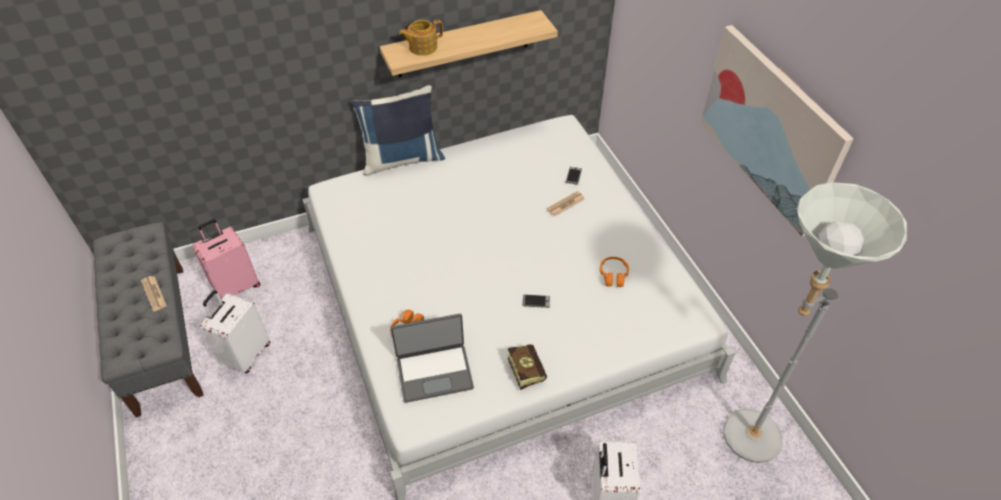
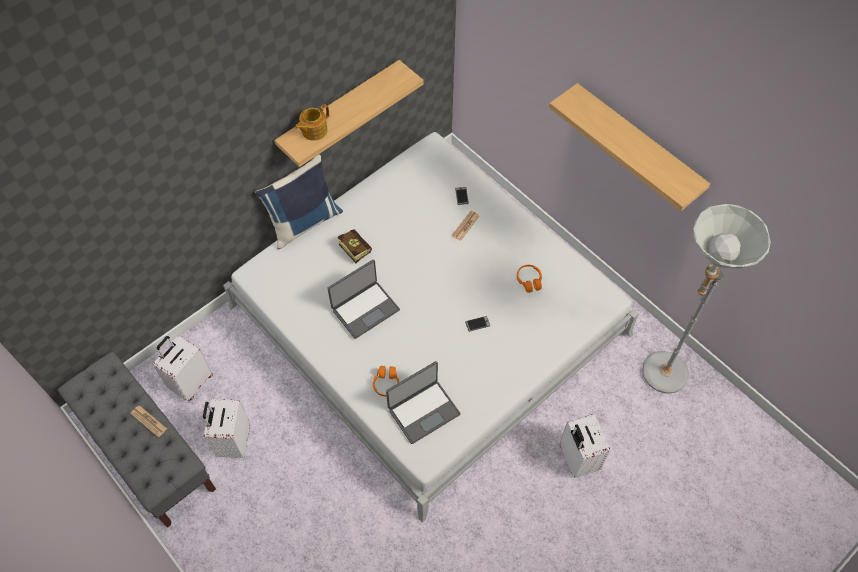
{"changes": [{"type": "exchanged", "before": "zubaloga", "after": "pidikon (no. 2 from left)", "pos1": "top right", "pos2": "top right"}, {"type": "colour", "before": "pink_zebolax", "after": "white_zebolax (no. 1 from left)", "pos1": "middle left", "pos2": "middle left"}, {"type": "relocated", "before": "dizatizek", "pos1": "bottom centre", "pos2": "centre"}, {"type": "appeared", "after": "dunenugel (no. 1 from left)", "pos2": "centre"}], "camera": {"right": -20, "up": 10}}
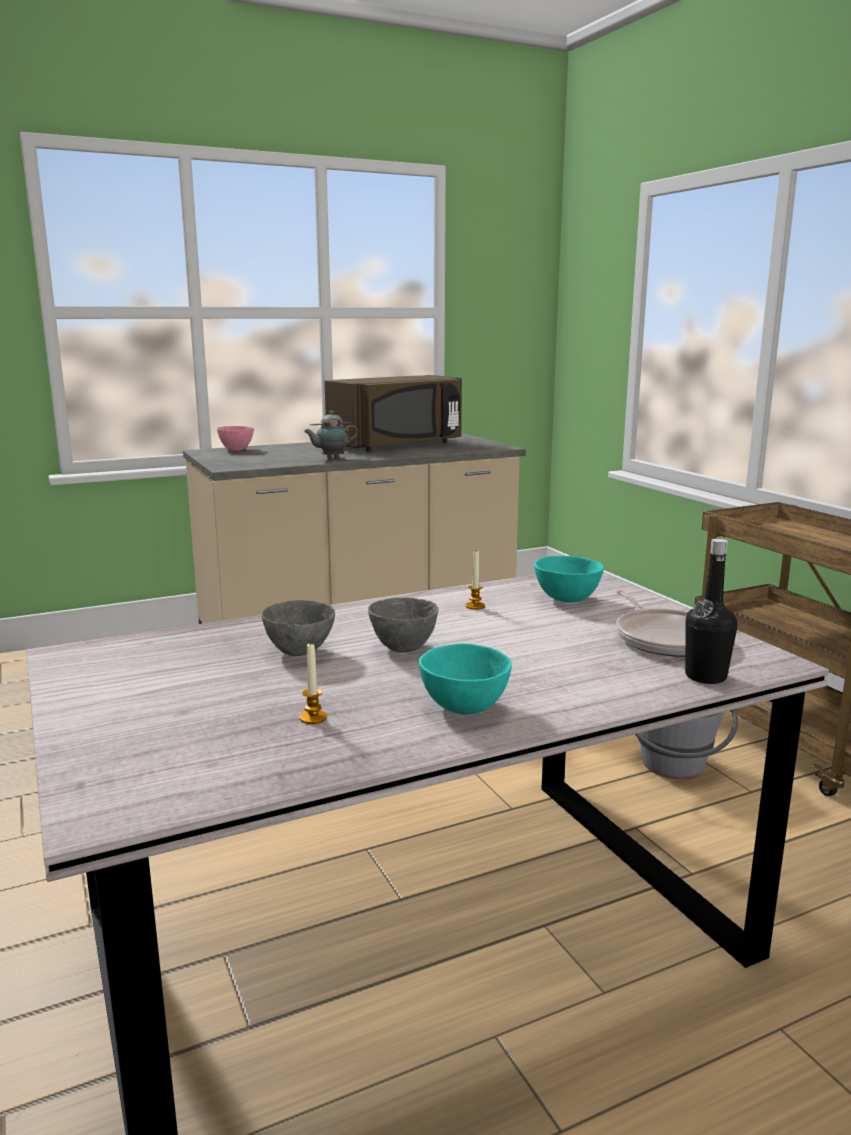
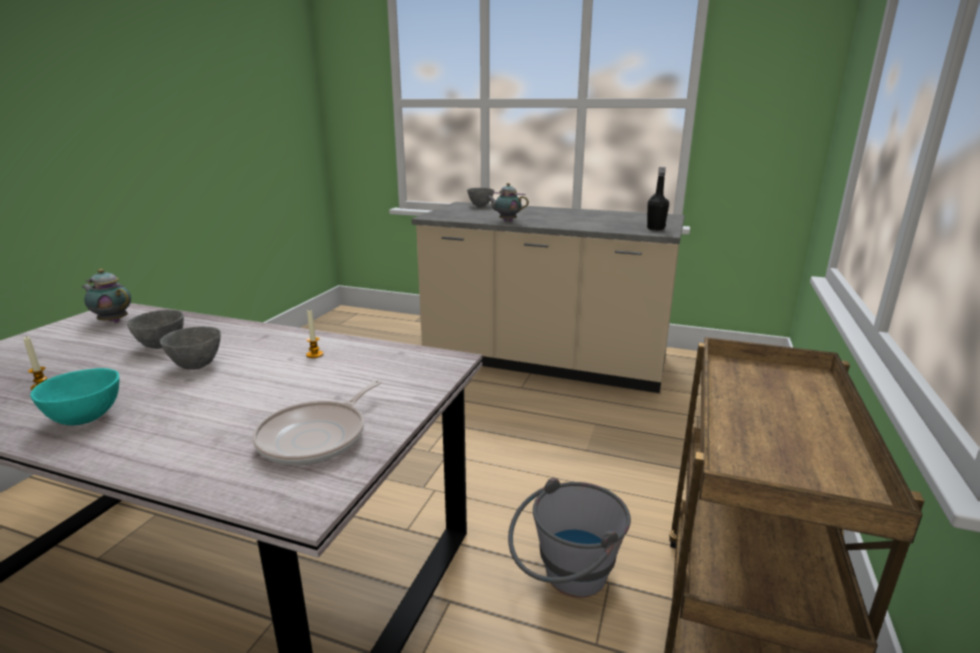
{"changes": [{"type": "missing", "before": "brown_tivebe", "pos1": "centre"}, {"type": "colour", "before": "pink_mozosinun", "after": "grey_mozosinun (no. 3 from left)", "pos1": "middle left", "pos2": "top centre"}, {"type": "relocated", "before": "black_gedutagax", "pos1": "middle right", "pos2": "top right"}, {"type": "missing", "before": "turquoise_mozosinun (no. 2 from left)", "pos1": "middle right"}, {"type": "appeared", "after": "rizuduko (no. 1 from left)", "pos2": "middle left"}], "camera": {"right": 45, "up": 5}}
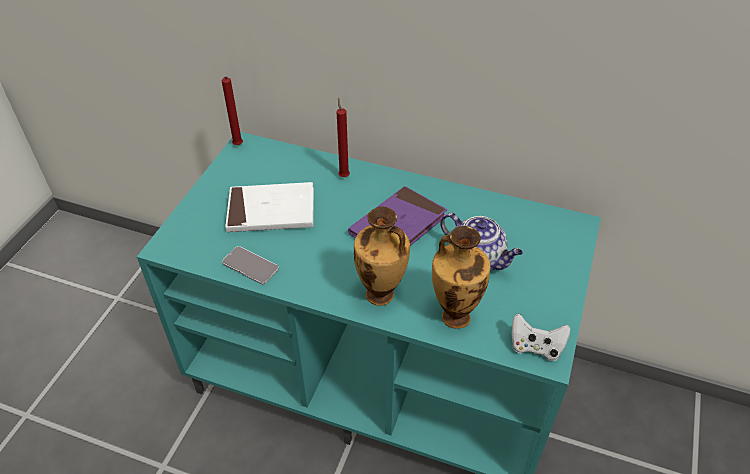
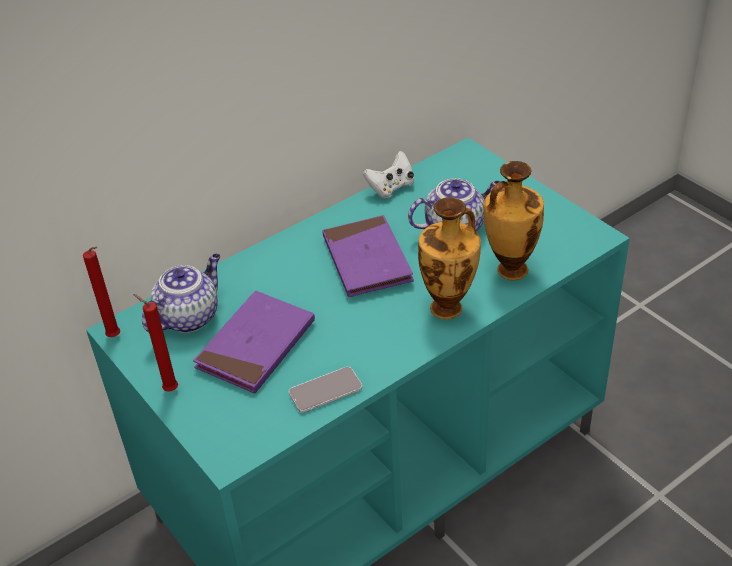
{"changes": [{"type": "relocated", "before": "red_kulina (no. 2 from left)", "pos1": "top centre", "pos2": "middle left"}, {"type": "colour", "before": "white_dizatizek", "after": "purple_dizatizek (no. 1 from left)", "pos1": "centre", "pos2": "centre"}, {"type": "relocated", "before": "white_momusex", "pos1": "bottom right", "pos2": "top centre"}, {"type": "appeared", "after": "rizuduko (no. 1 from left)", "pos2": "middle left"}], "camera": {"right": -55, "up": -5}}
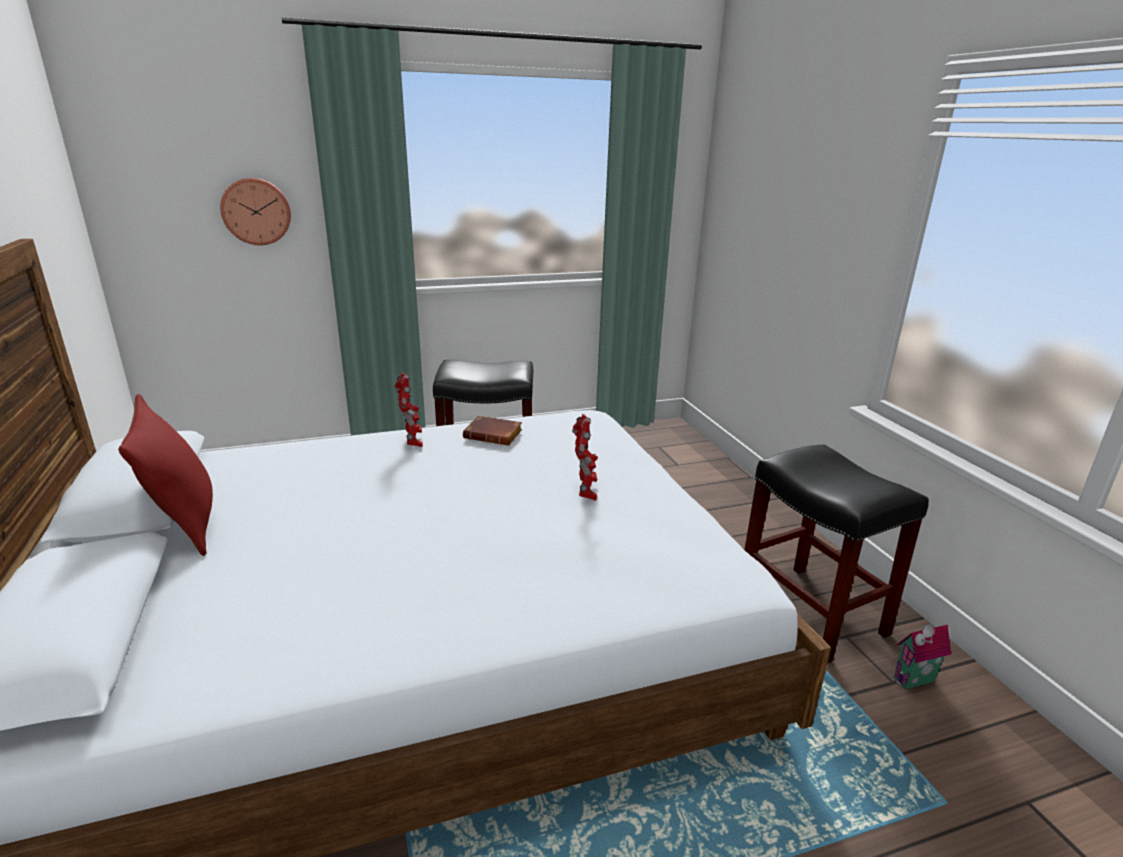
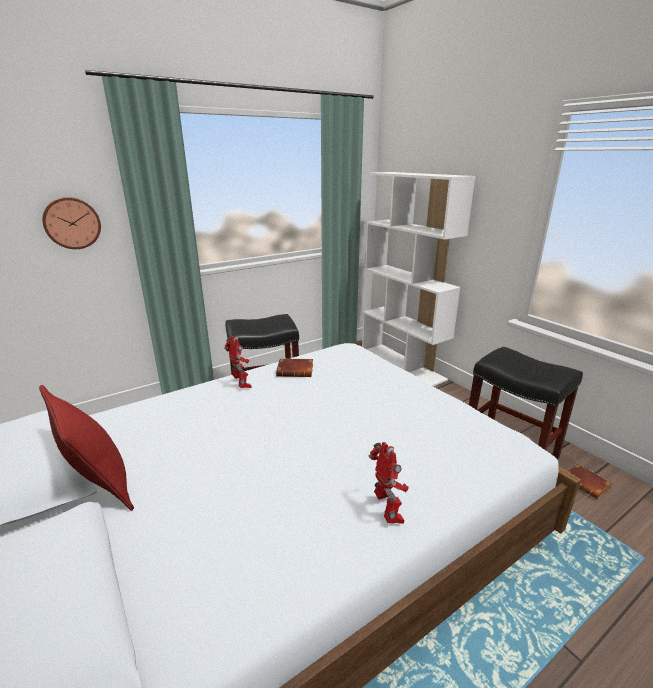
{"changes": [{"type": "relocated", "before": "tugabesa (no. 2 from left)", "pos1": "centre", "pos2": "bottom centre"}, {"type": "exchanged", "before": "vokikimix", "after": "brown_dizatizek (no. 2 from left)", "pos1": "bottom right", "pos2": "bottom right"}, {"type": "appeared", "after": "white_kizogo", "pos2": "centre"}], "camera": {"right": -15, "up": 0}}
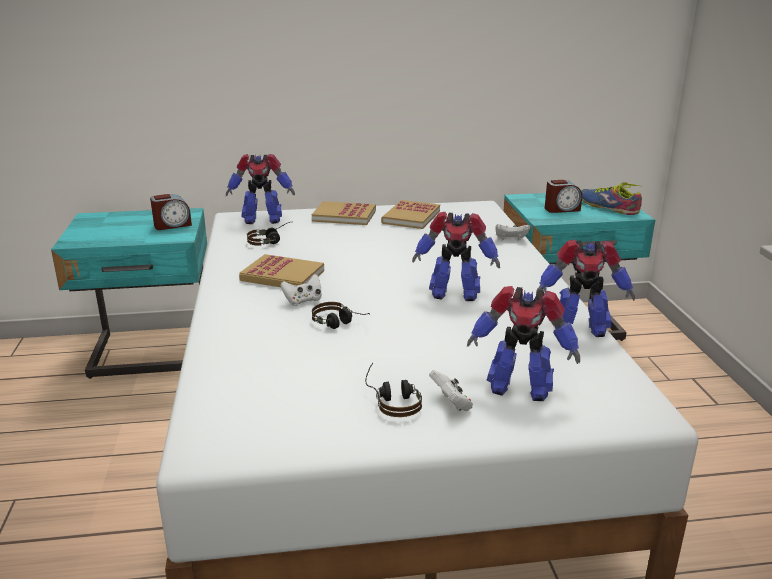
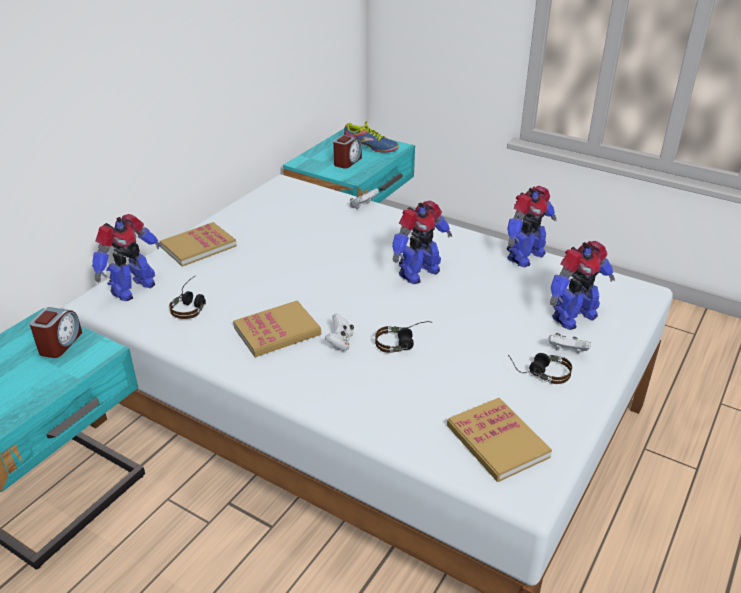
{"changes": [{"type": "spun", "before": "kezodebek", "pos1": "middle right", "pos2": "top centre", "turn": -150}, {"type": "relocated", "before": "dizatizek (no. 3 from left)", "pos1": "centre", "pos2": "bottom right"}], "camera": {"right": -50, "up": 10}}
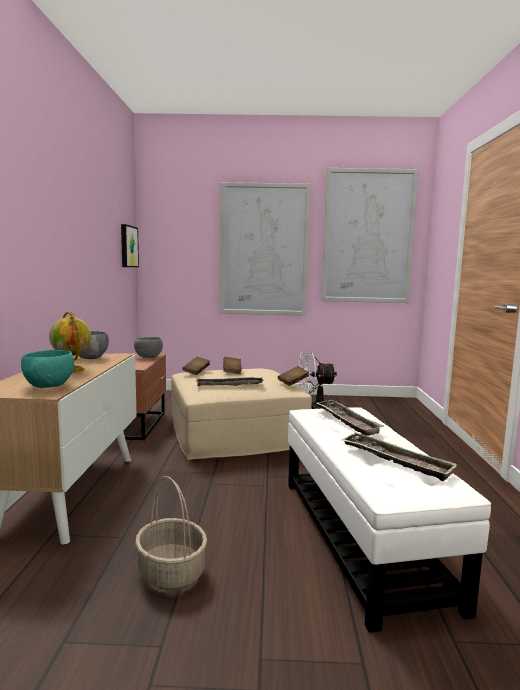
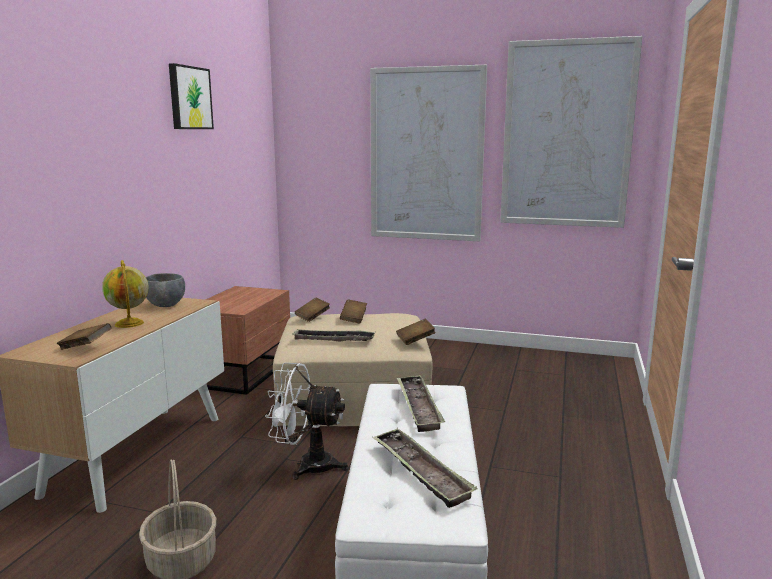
{"changes": [{"type": "relocated", "before": "zubaloga (no. 1 from left)", "pos1": "middle left", "pos2": "top left"}, {"type": "missing", "before": "grey_mozosinun (no. 2 from left)", "pos1": "middle left"}, {"type": "exchanged", "before": "turquoise_mozosinun", "after": "brown_dizatizek (no. 1 from left)", "pos1": "middle left", "pos2": "middle left"}, {"type": "relocated", "before": "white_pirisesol", "pos1": "centre", "pos2": "bottom centre"}], "camera": {"right": 15, "up": 5}}
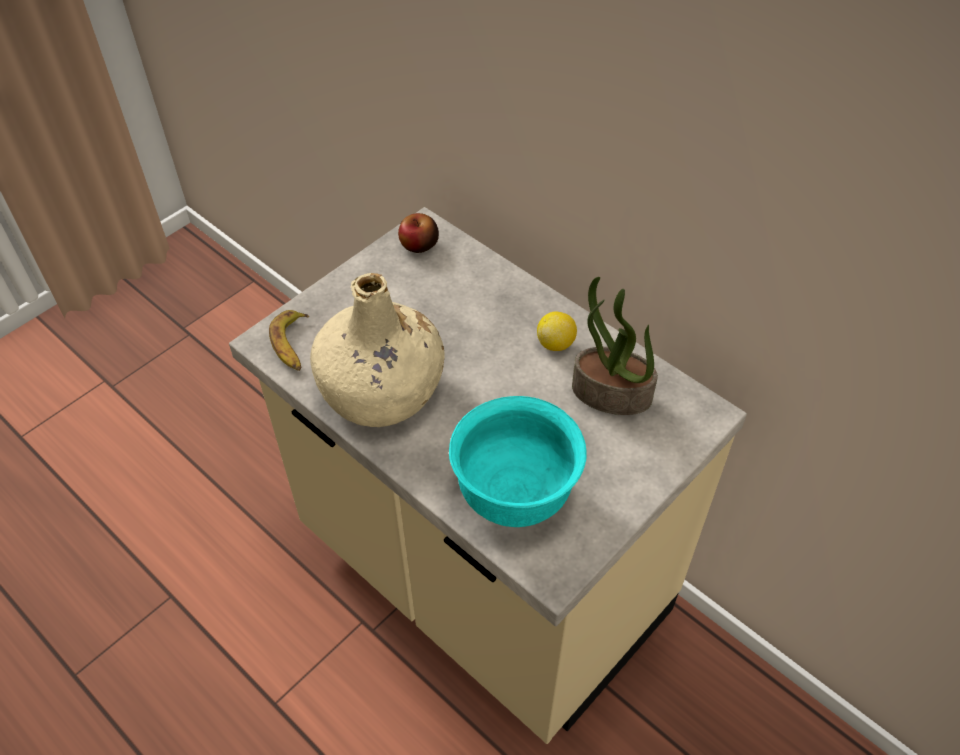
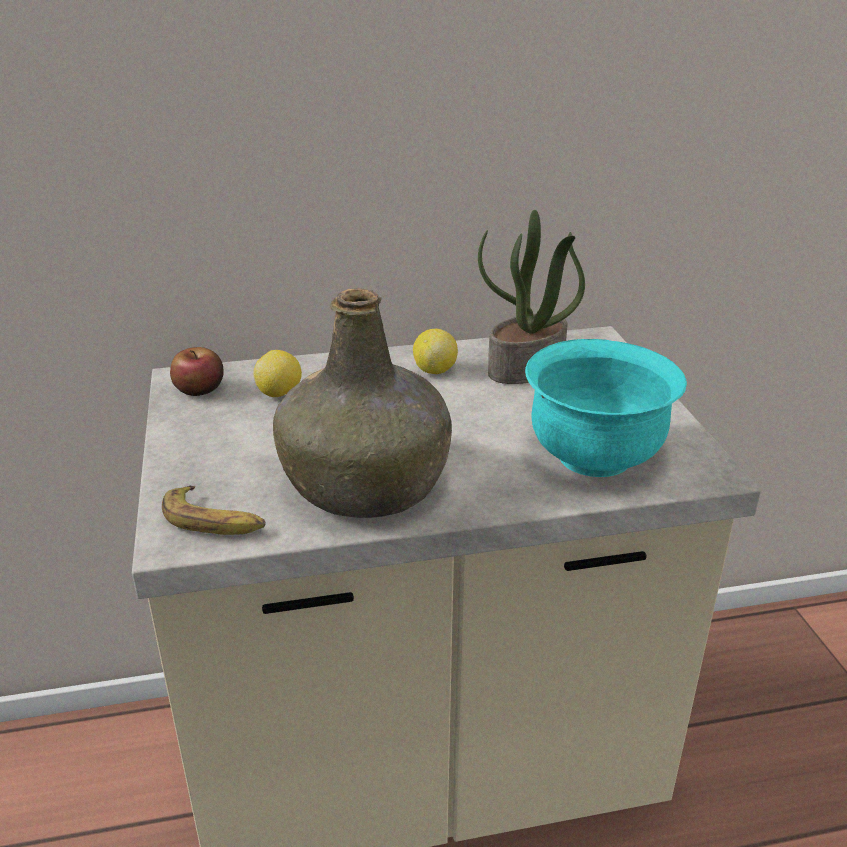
{"changes": [{"type": "colour", "before": "beige_gedutagax", "after": "green_gedutagax", "pos1": "centre", "pos2": "centre"}, {"type": "appeared", "after": "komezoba (no. 1 from left)", "pos2": "middle left"}], "camera": {"right": -55, "up": -20}}
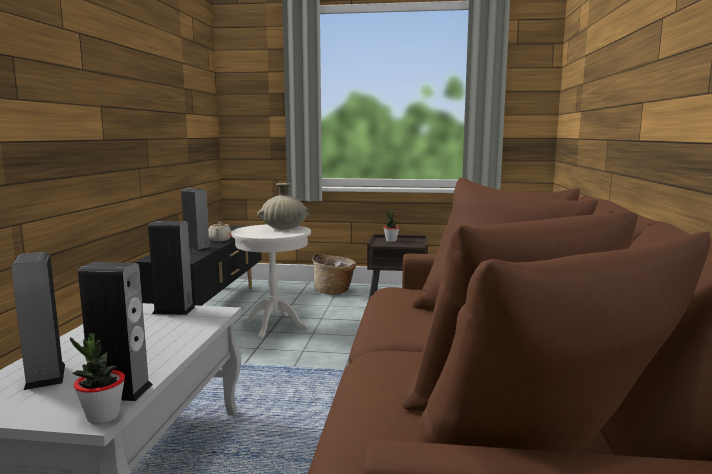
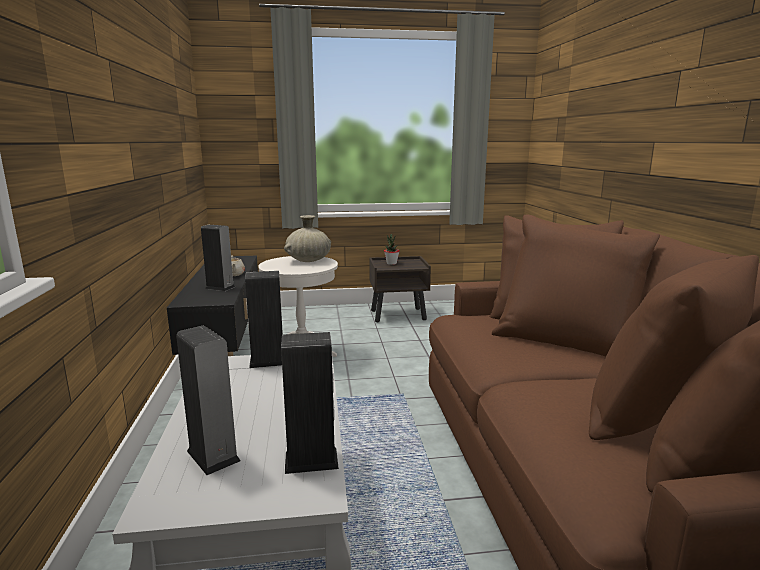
{"changes": [{"type": "missing", "before": "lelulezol", "pos1": "centre"}, {"type": "missing", "before": "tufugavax (no. 1 from left)", "pos1": "bottom left"}], "camera": {"right": -15, "up": 5}}
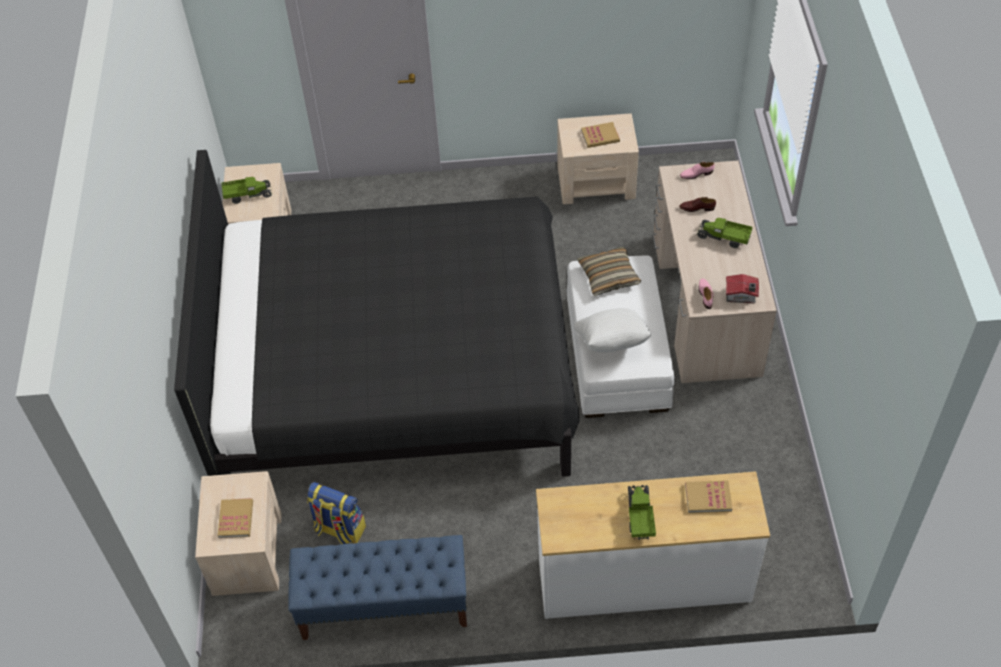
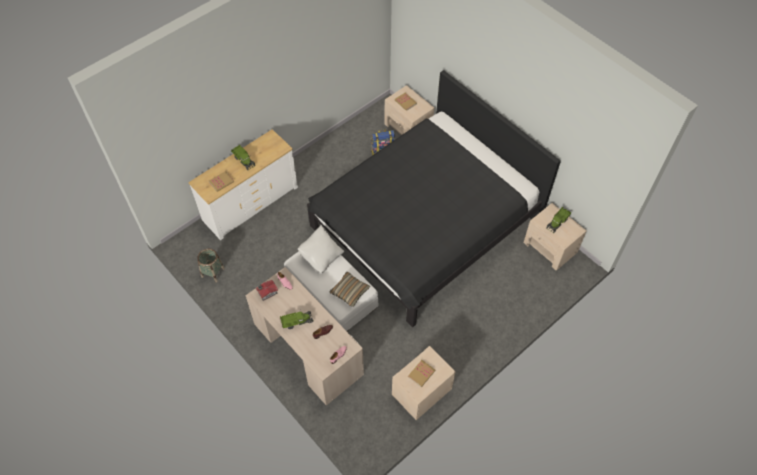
{"changes": [{"type": "missing", "before": "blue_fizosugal", "pos1": "bottom centre"}, {"type": "appeared", "after": "lelulezol", "pos2": "middle left"}], "camera": {"right": 140, "up": 5}}
